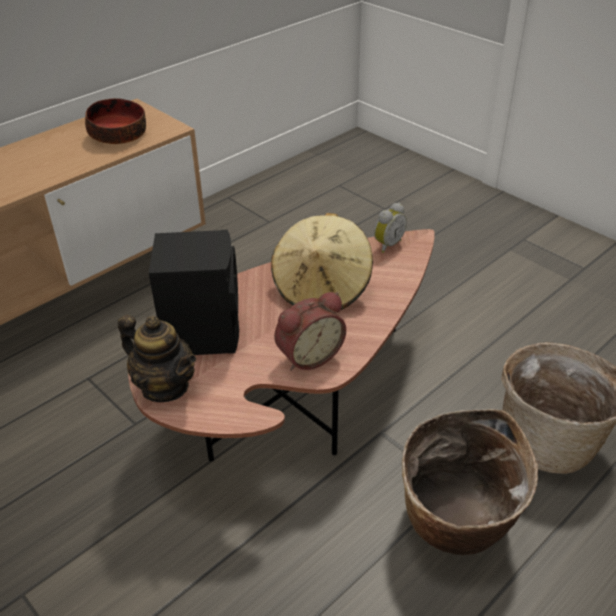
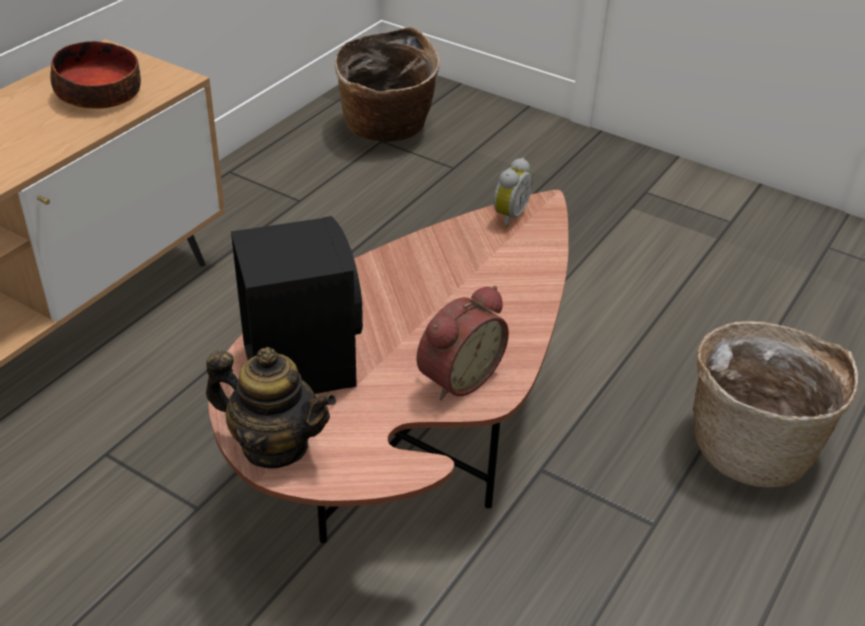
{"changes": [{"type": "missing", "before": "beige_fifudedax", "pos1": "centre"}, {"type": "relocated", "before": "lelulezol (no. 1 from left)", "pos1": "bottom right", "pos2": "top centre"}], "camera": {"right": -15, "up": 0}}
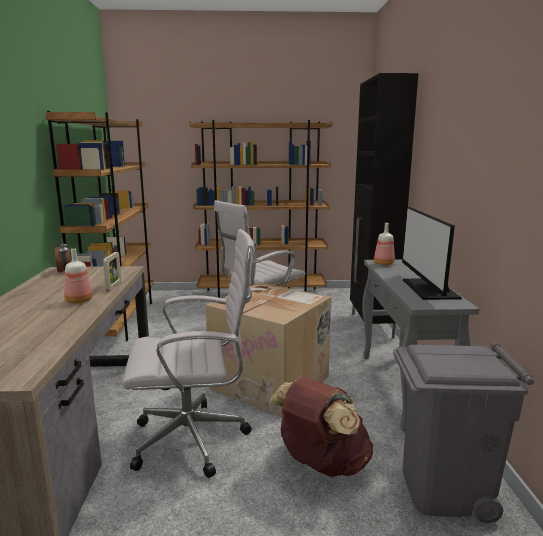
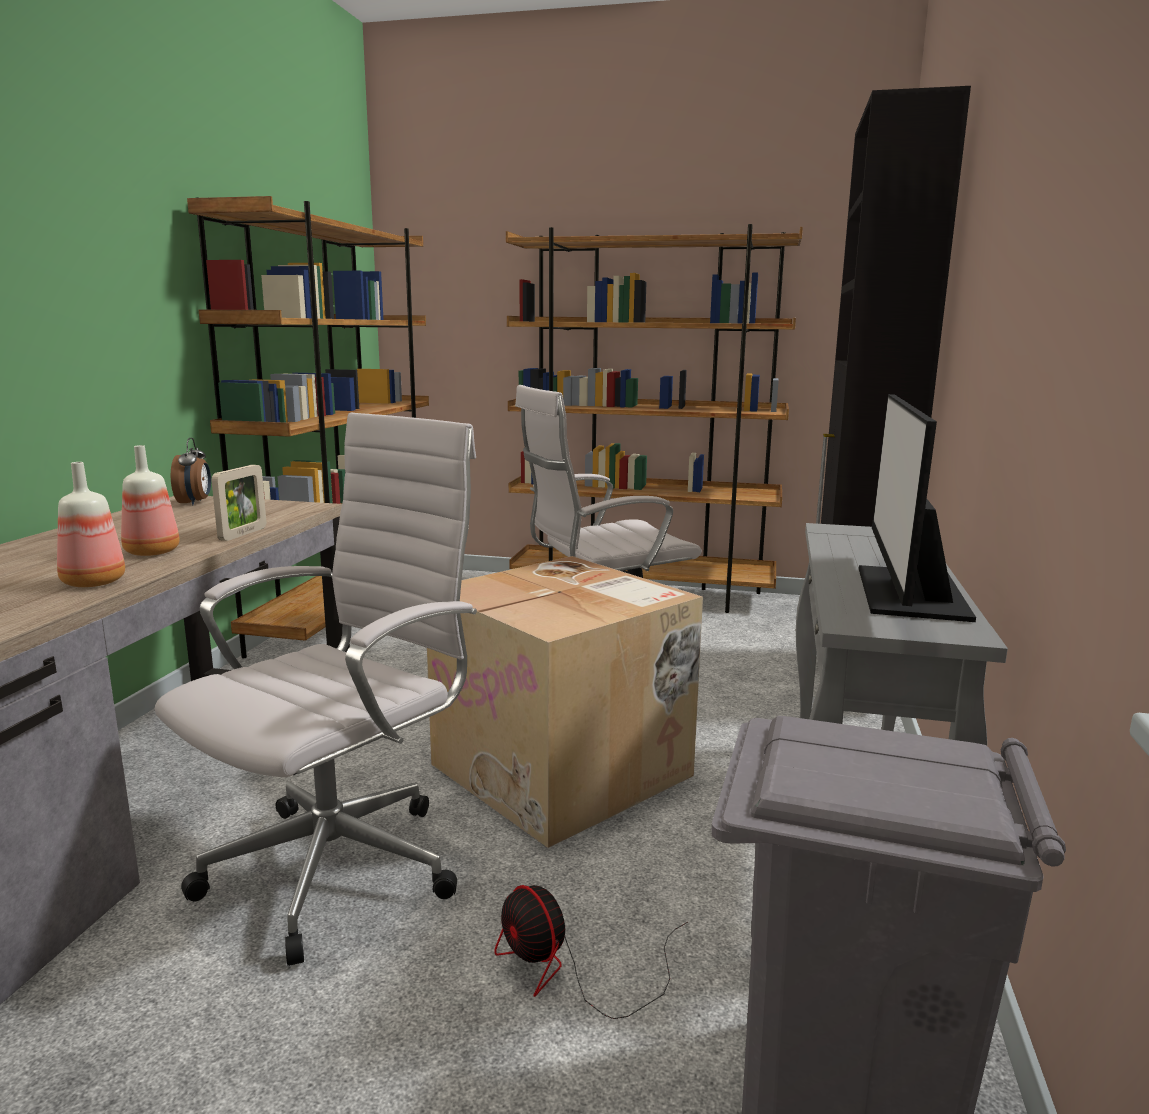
{"changes": [{"type": "relocated", "before": "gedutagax (no. 2 from left in the first image)", "after": "gedutagax (no. 1 from left)", "pos1": "middle right", "pos2": "middle left"}, {"type": "spun", "before": "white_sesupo (no. 1 from left)", "pos1": "centre", "pos2": "middle left", "turn": -60}, {"type": "exchanged", "before": "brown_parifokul", "after": "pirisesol", "pos1": "bottom centre", "pos2": "bottom centre"}], "camera": {"right": 15, "up": 0}}
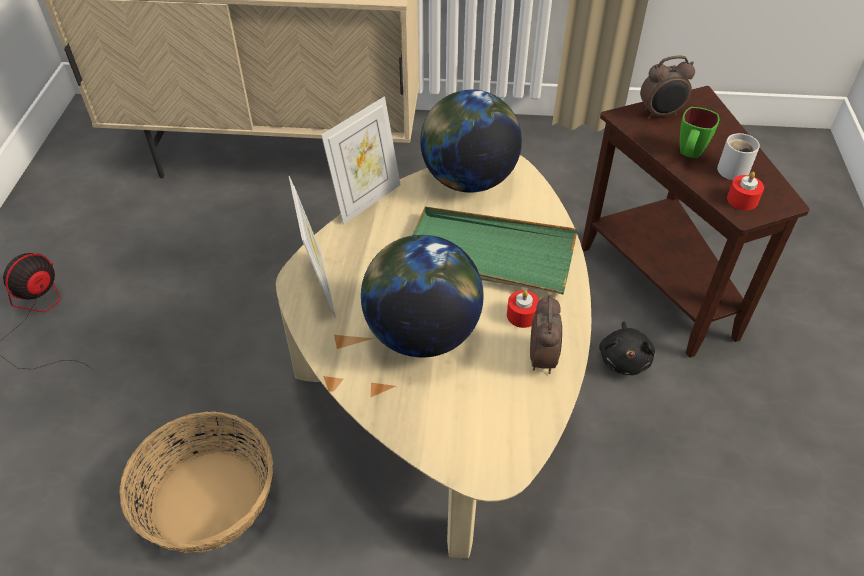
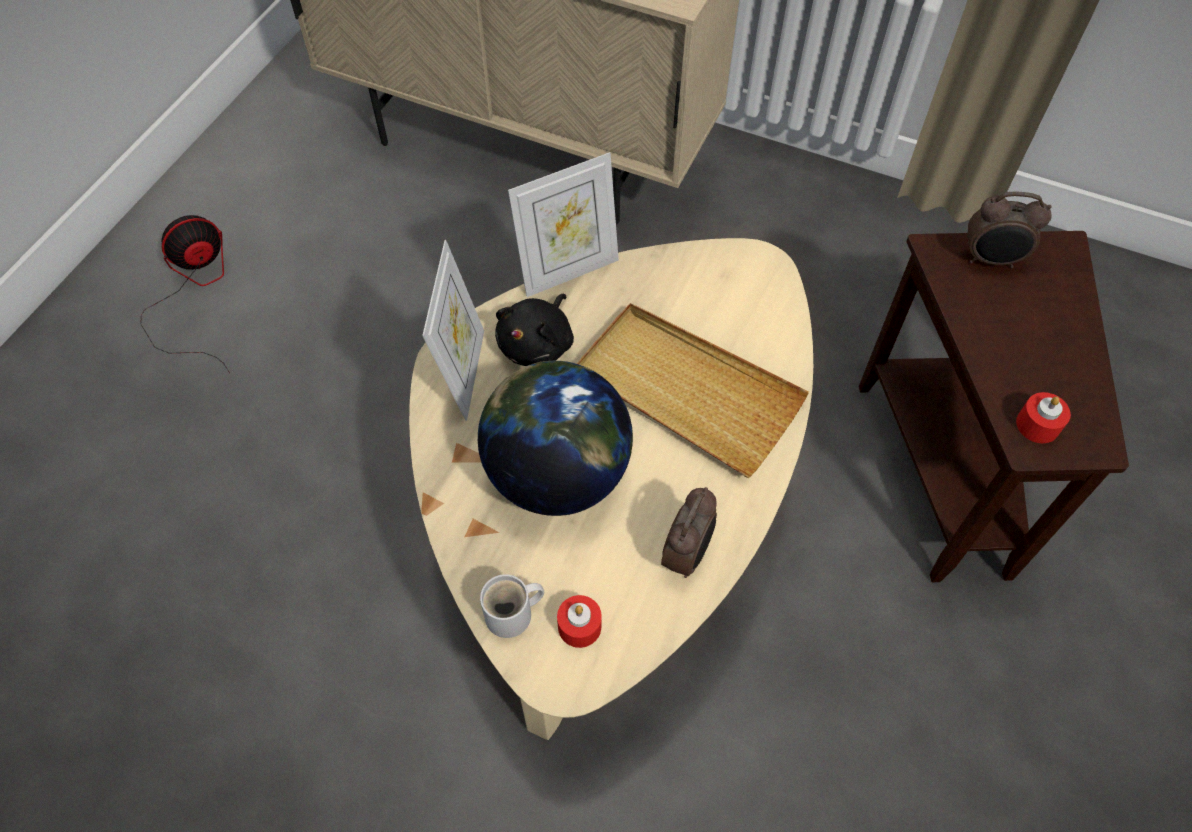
{"changes": [{"type": "missing", "before": "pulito (no. 2 from left)", "pos1": "top centre"}, {"type": "missing", "before": "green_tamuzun", "pos1": "top right"}, {"type": "relocated", "before": "white_tamuzun", "pos1": "top right", "pos2": "bottom centre"}, {"type": "colour", "before": "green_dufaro", "after": "beige_dufaro", "pos1": "centre", "pos2": "centre"}, {"type": "relocated", "before": "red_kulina (no. 1 from left)", "pos1": "centre", "pos2": "bottom centre"}, {"type": "relocated", "before": "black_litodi", "pos1": "middle right", "pos2": "centre"}, {"type": "missing", "before": "lelulezol", "pos1": "bottom left"}], "camera": {"right": 20, "up": 10}}
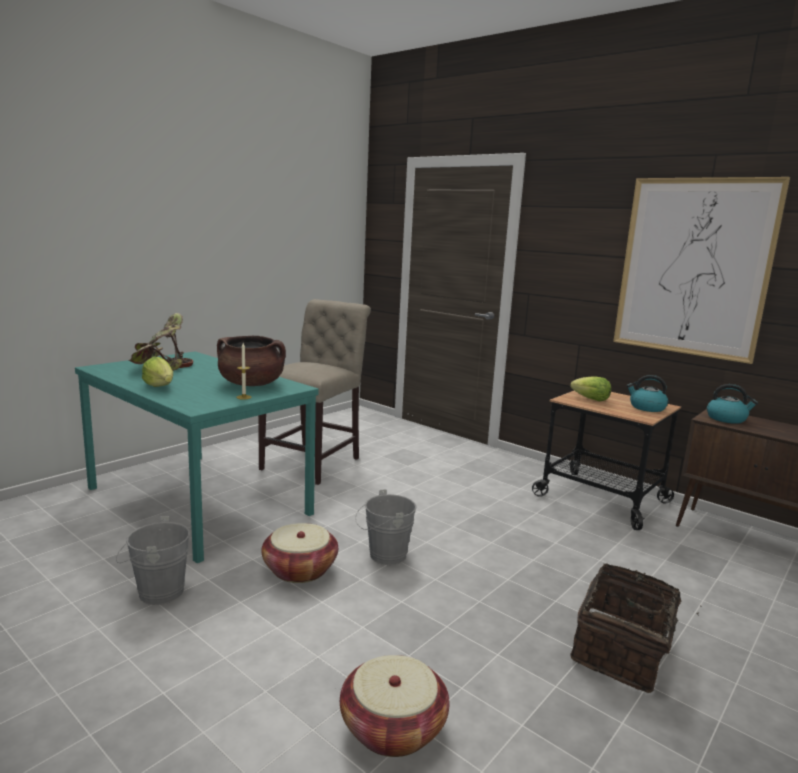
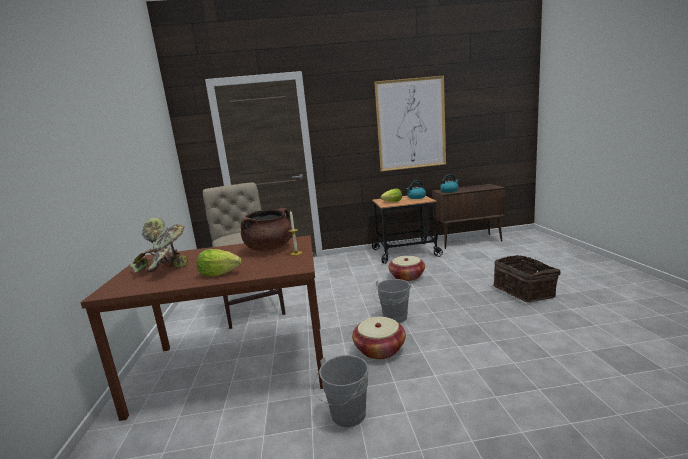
{"changes": [{"type": "colour", "before": "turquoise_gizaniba", "after": "brown_gizaniba", "pos1": "middle left", "pos2": "bottom left"}, {"type": "relocated", "before": "lelulezol (no. 2 from left)", "pos1": "bottom centre", "pos2": "centre"}], "camera": {"right": -45, "up": 0}}
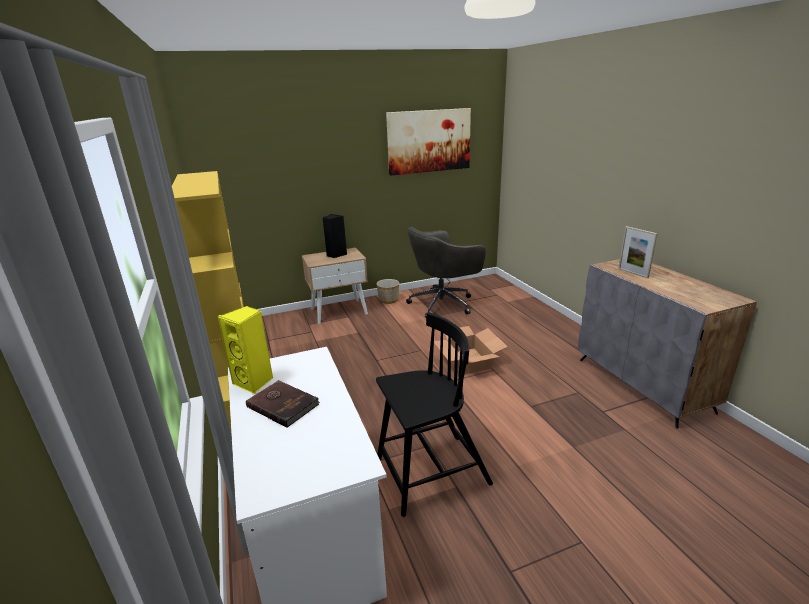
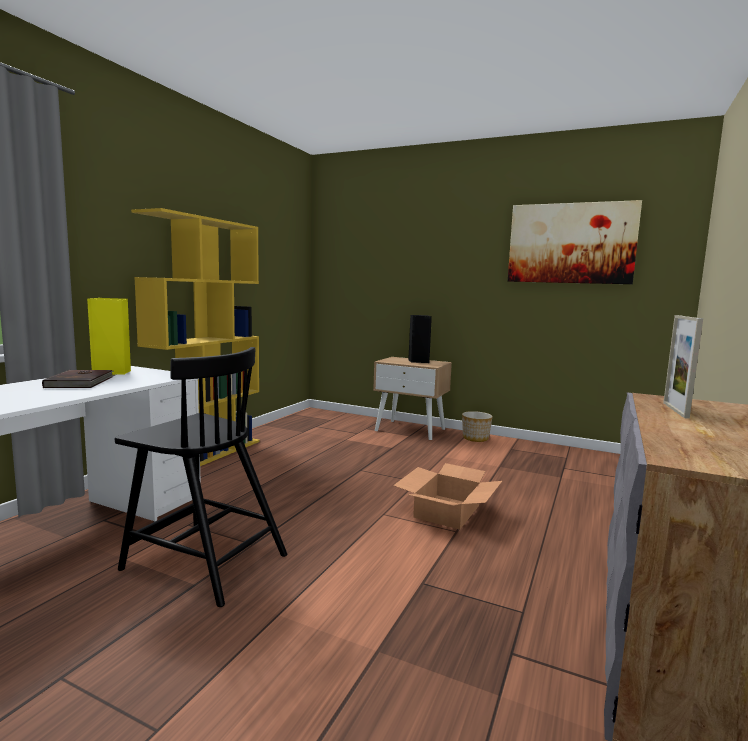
{"changes": [{"type": "missing", "before": "grey_sesupo", "pos1": "centre"}], "camera": {"right": 45, "up": -15}}
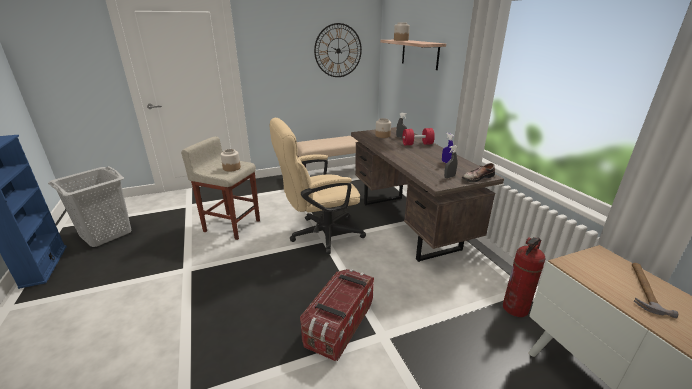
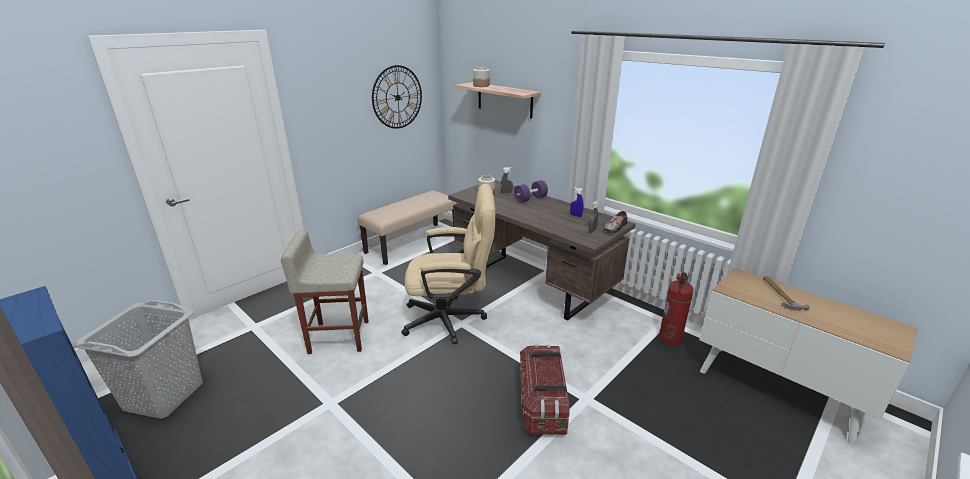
{"changes": [{"type": "spun", "before": "beige_sesupo", "pos1": "centre", "pos2": "centre", "turn": -135}, {"type": "colour", "before": "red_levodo", "after": "purple_levodo", "pos1": "centre", "pos2": "centre"}, {"type": "missing", "before": "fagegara (no. 1 from left)", "pos1": "centre"}], "camera": {"right": -25, "up": 0}}
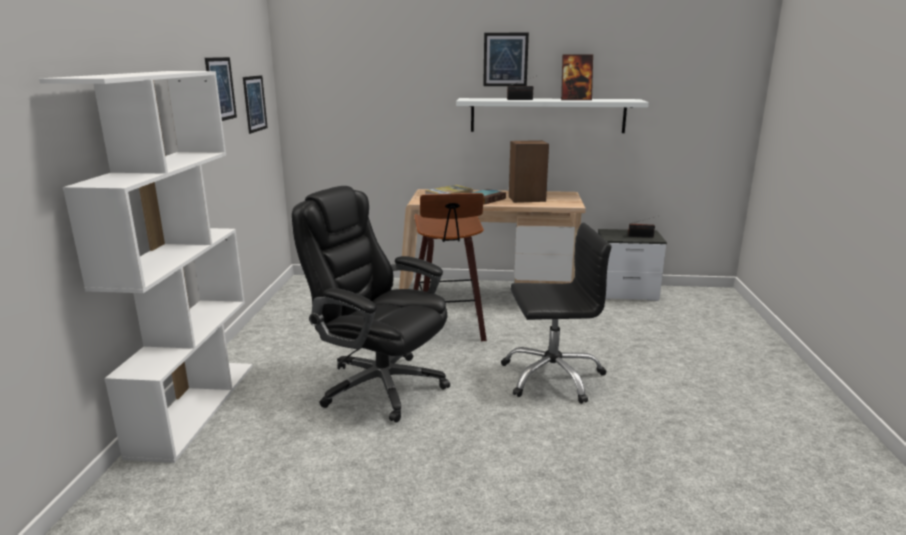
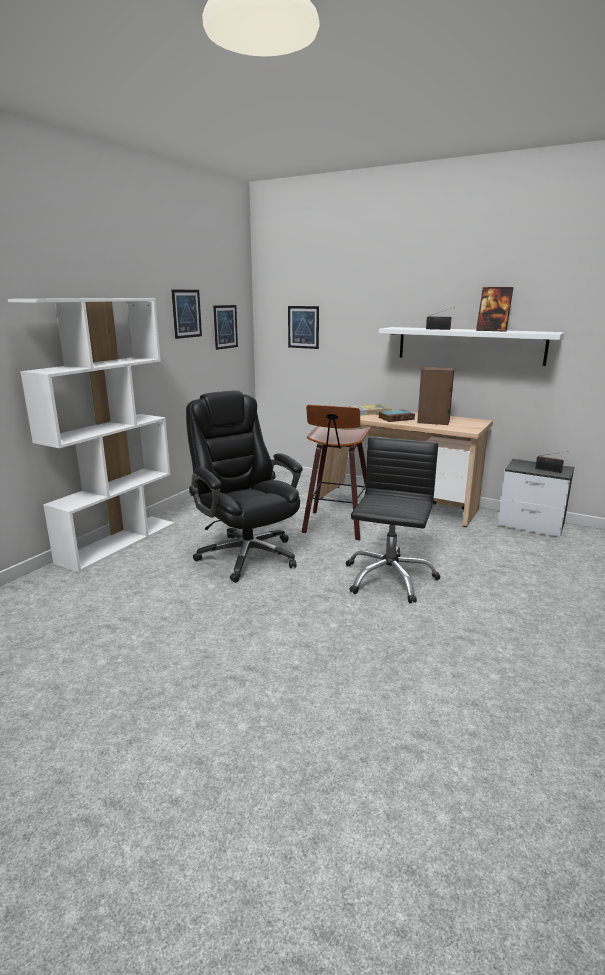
{"changes": [{"type": "relocated", "before": "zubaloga (no. 3 from left)", "pos1": "top centre", "pos2": "centre"}, {"type": "spun", "before": "black_sesupo (no. 2 from left)", "pos1": "centre", "pos2": "centre", "turn": -90}], "camera": {"right": 25, "up": 0}}
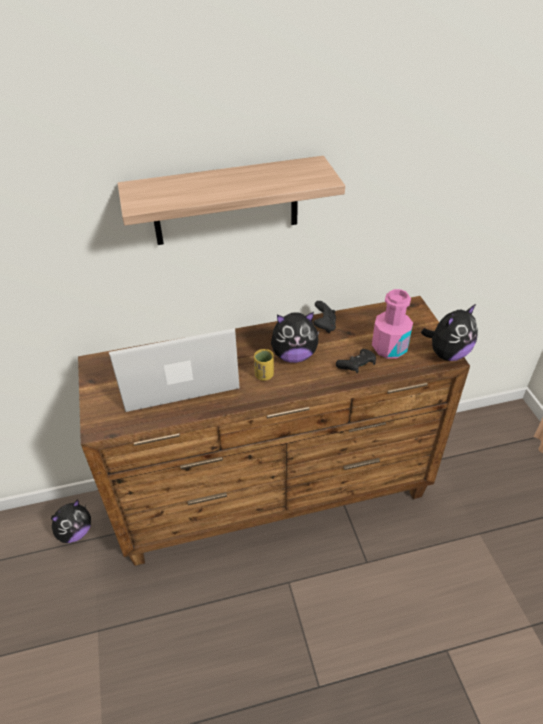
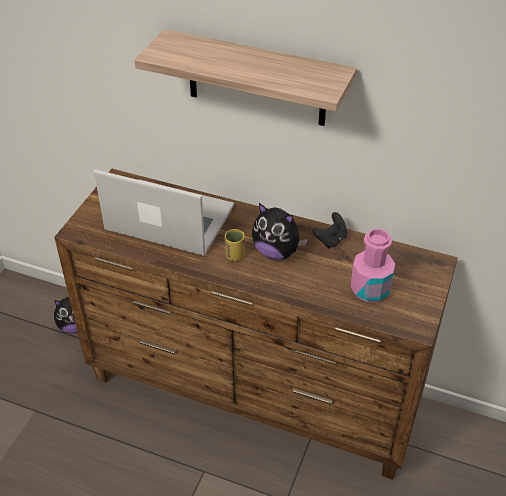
{"changes": [{"type": "missing", "before": "litodi (no. 3 from left)", "pos1": "middle right"}, {"type": "missing", "before": "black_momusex (no. 2 from left)", "pos1": "centre"}], "camera": {"right": 35, "up": 0}}
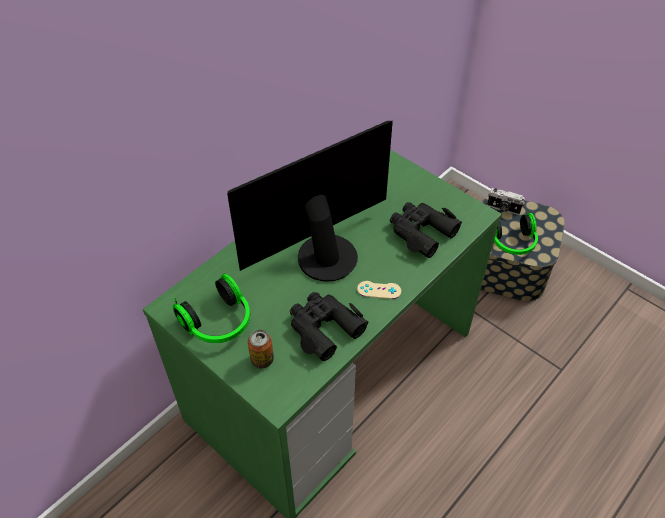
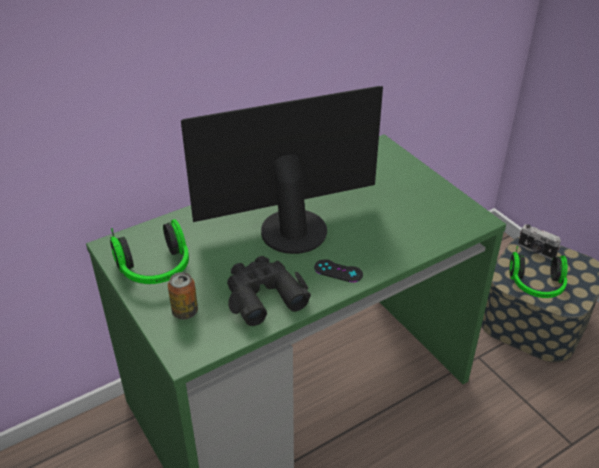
{"changes": [{"type": "missing", "before": "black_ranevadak (no. 2 from left)", "pos1": "centre"}, {"type": "colour", "before": "beige_momusex", "after": "black_momusex", "pos1": "centre", "pos2": "centre"}], "camera": {"right": 15, "up": -10}}
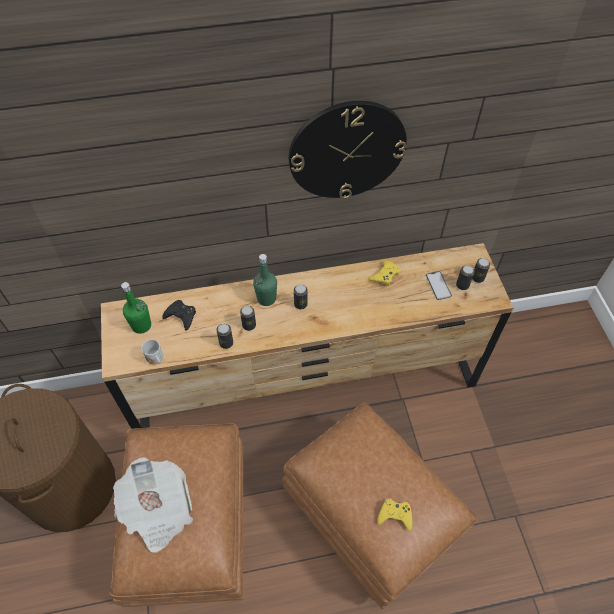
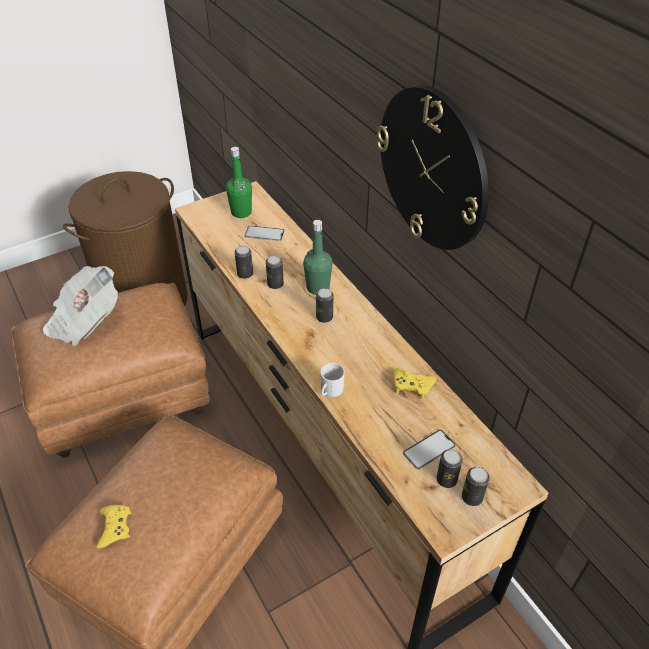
{"changes": [{"type": "exchanged", "before": "black_momusex", "after": "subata (no. 1 from left)", "pos1": "middle left", "pos2": "centre"}, {"type": "relocated", "before": "tamuzun", "pos1": "middle left", "pos2": "centre"}], "camera": {"right": 70, "up": -10}}
